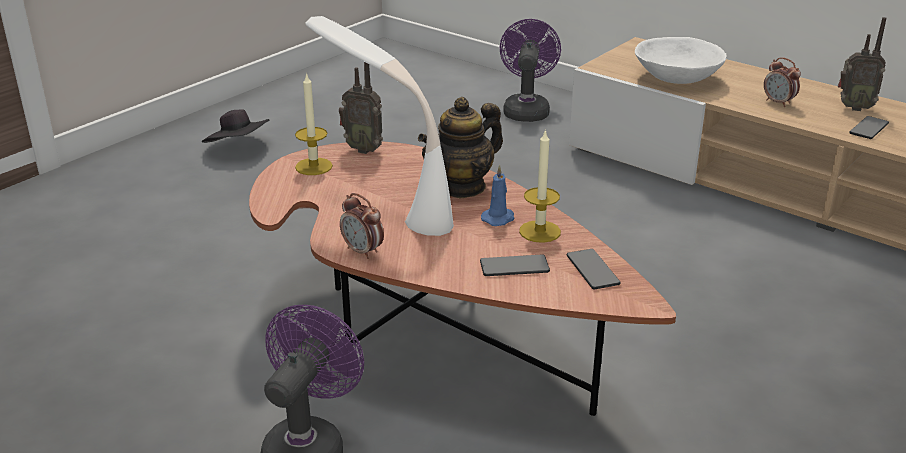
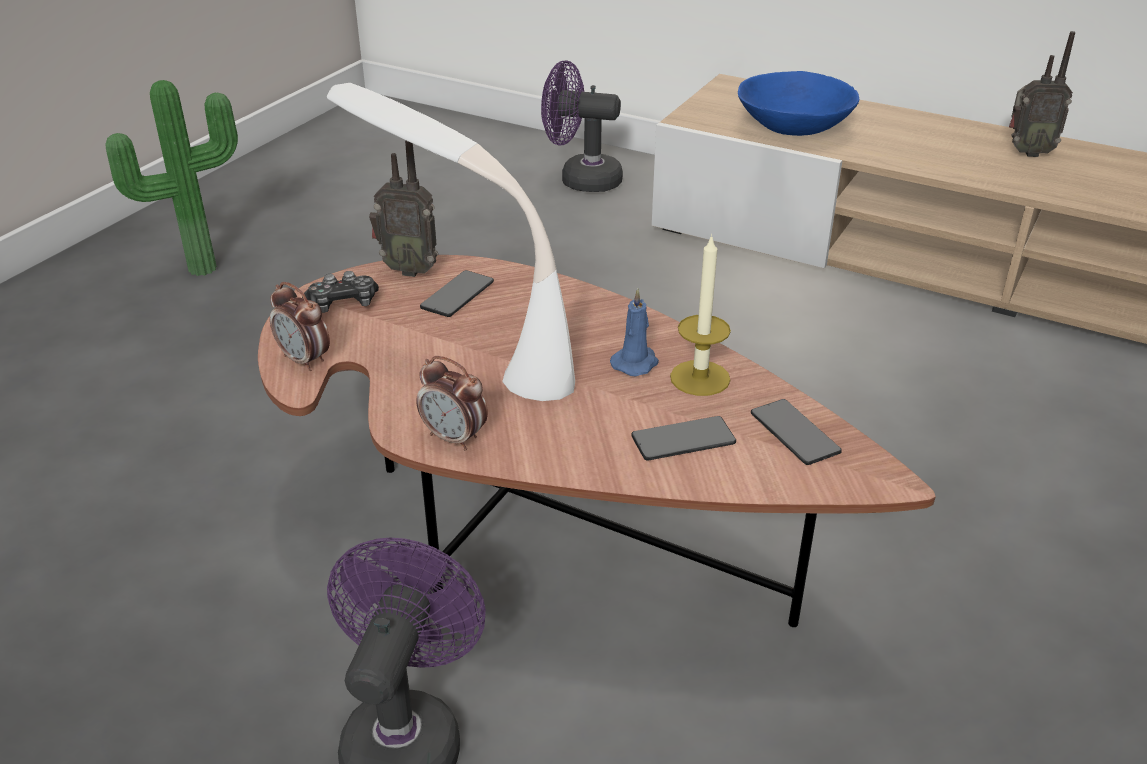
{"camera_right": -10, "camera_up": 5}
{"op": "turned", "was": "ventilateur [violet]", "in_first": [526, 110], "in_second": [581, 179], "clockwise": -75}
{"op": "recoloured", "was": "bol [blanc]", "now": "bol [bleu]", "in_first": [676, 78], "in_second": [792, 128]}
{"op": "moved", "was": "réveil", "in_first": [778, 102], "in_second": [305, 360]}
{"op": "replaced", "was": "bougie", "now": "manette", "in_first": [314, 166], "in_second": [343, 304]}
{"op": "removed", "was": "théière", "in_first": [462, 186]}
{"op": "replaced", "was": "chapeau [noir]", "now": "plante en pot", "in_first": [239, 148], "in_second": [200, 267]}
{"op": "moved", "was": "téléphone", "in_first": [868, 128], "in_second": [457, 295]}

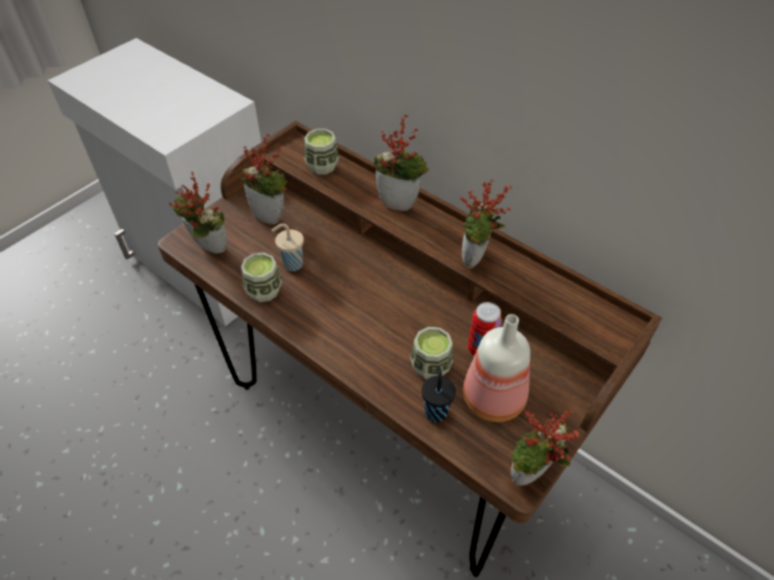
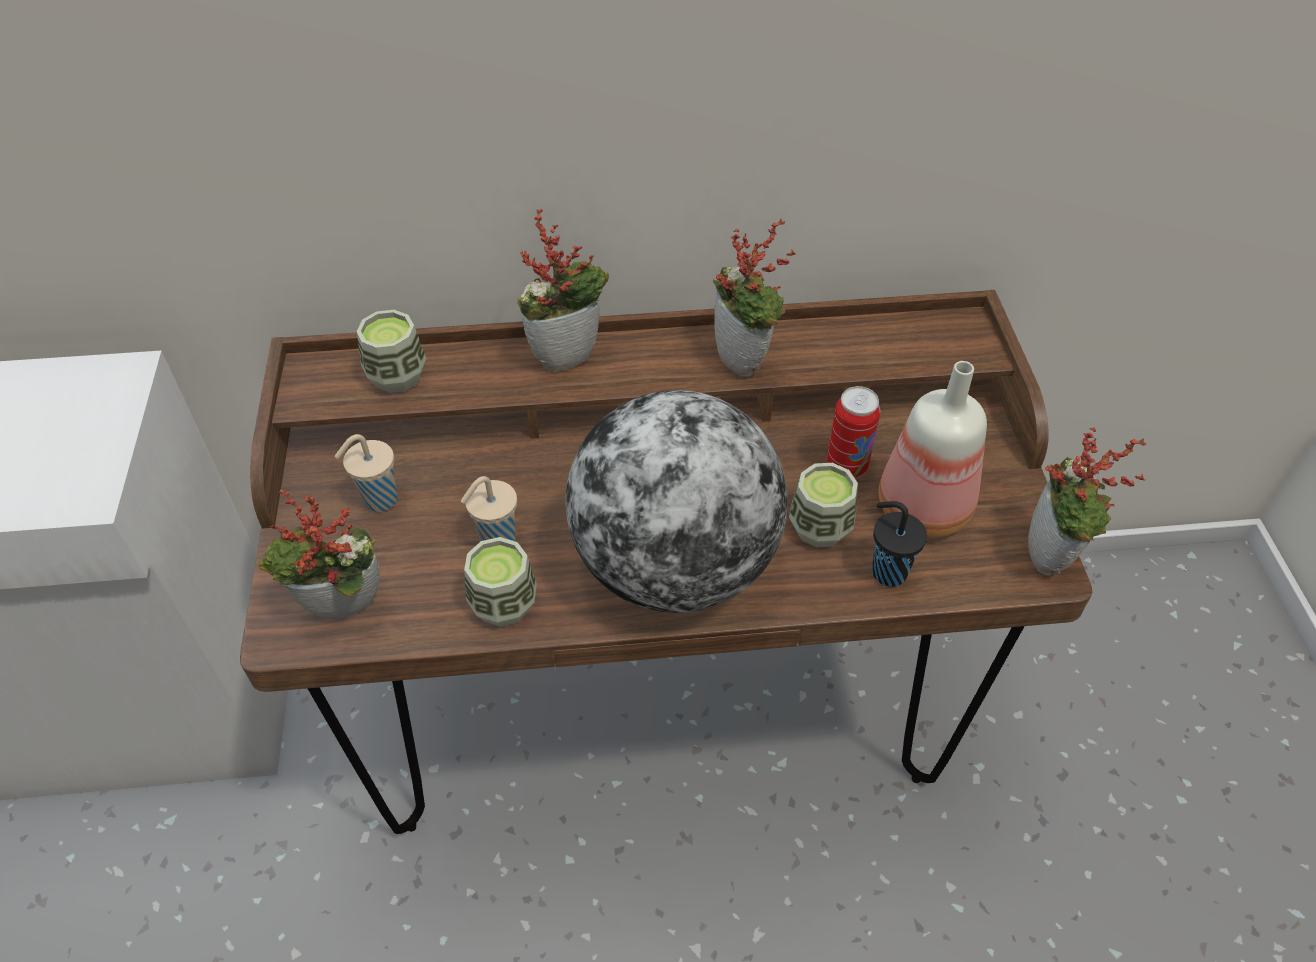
{"camera_right": -45, "camera_up": 0}
{"op": "replaced", "was": "plante en pot", "now": "tasse [beige]", "in_first": [271, 216], "in_second": [378, 500]}
{"op": "added", "now": "globe", "in_second": [675, 566]}

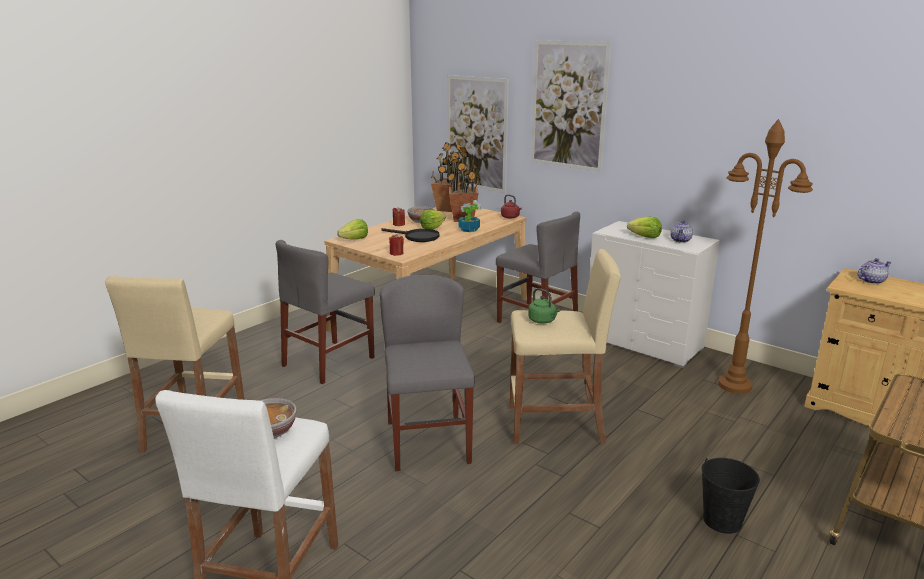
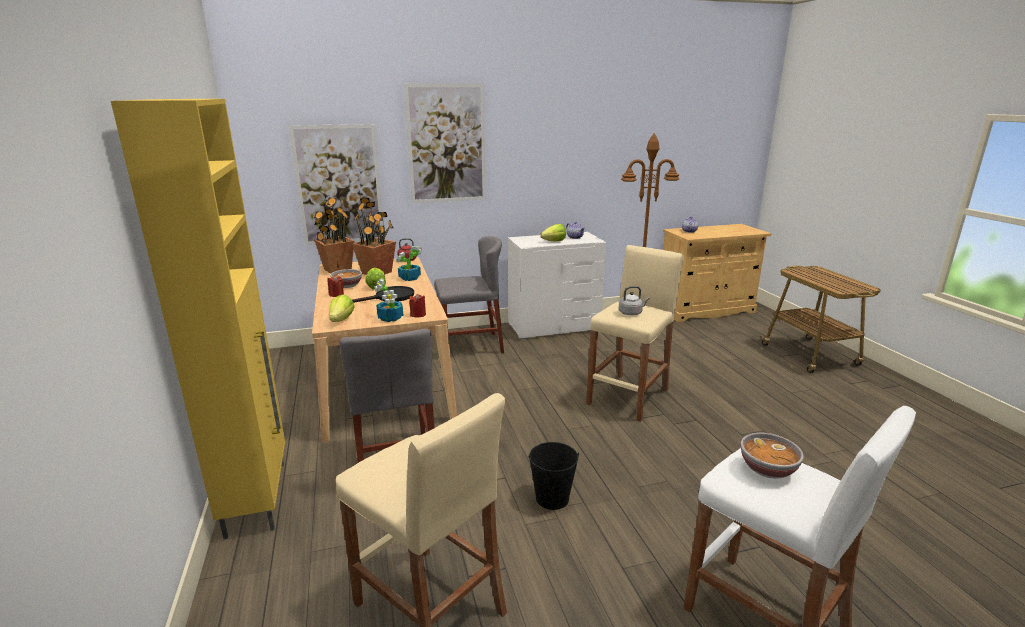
{"camera_right": -55, "camera_up": 0}
{"op": "removed", "was": "chaise [gris]", "in_first": [428, 442]}
{"op": "recoloured", "was": "bouilloire [vert]", "now": "bouilloire [gris]", "in_first": [543, 321], "in_second": [631, 313]}
{"op": "moved", "was": "seau [noir]", "in_first": [722, 520], "in_second": [552, 498]}
{"op": "added", "now": "meuble de rangement [jaune]", "in_second": [258, 497]}
{"op": "added", "now": "plante en pot", "in_second": [390, 318]}

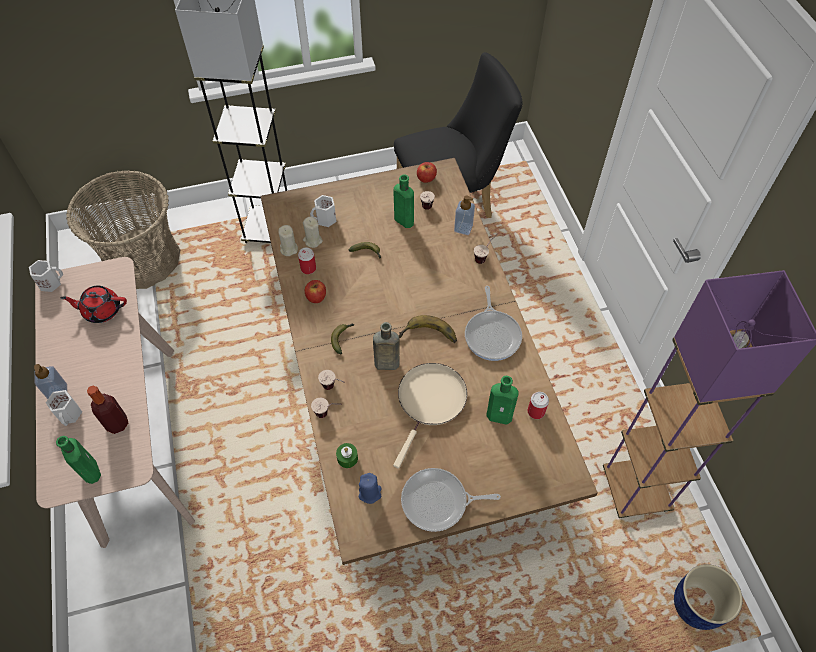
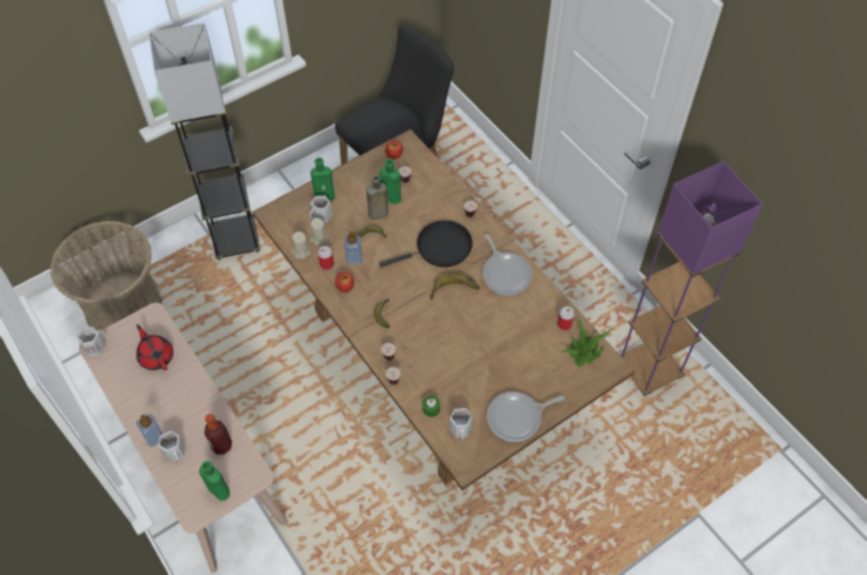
{"camera_right": -20, "camera_up": 0}
{"op": "moved", "was": "distributeur de savon", "in_first": [463, 228], "in_second": [354, 258]}
{"op": "turned", "was": "théière [rouge]", "in_first": [101, 310], "in_second": [156, 356], "clockwise": 75}
{"op": "moved", "was": "bouteille [marron]", "in_first": [385, 364], "in_second": [376, 214]}
{"op": "removed", "was": "poêle [beige]", "in_first": [430, 401]}
{"op": "moved", "was": "bouteille [vert]", "in_first": [501, 416], "in_second": [326, 197]}
{"op": "replaced", "was": "bougie [bleu]", "now": "mug [blanc]", "in_first": [370, 493], "in_second": [461, 429]}
{"op": "removed", "was": "cache-pot [bleu]", "in_first": [696, 606]}
{"op": "added", "now": "poêle [noir]", "in_second": [440, 248]}
{"op": "added", "now": "plante en pot", "in_second": [585, 351]}

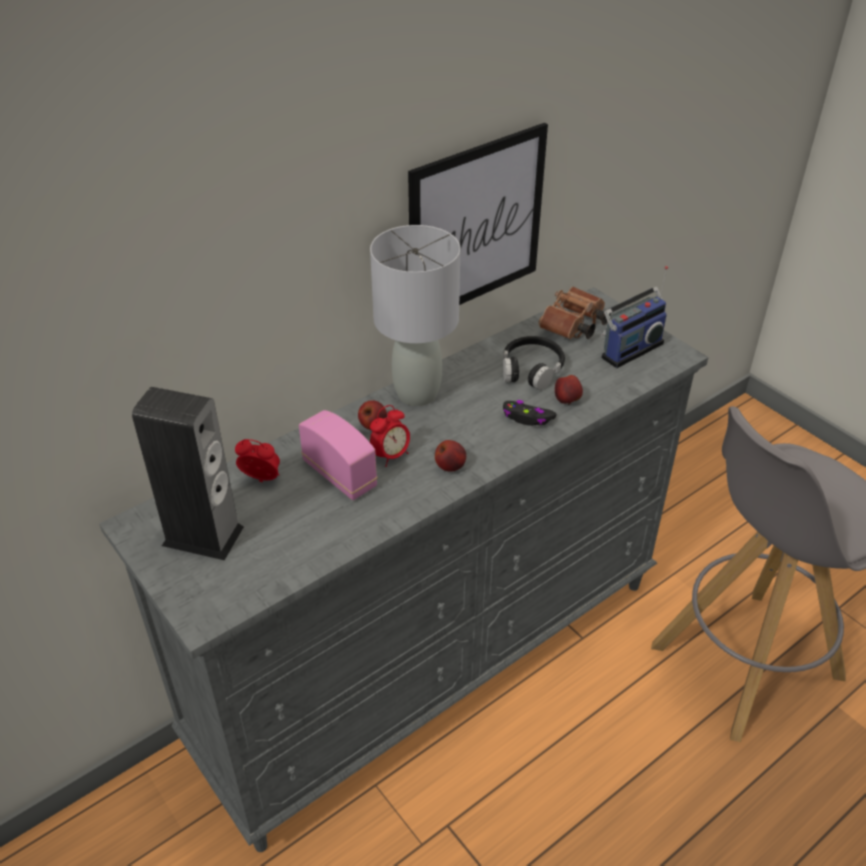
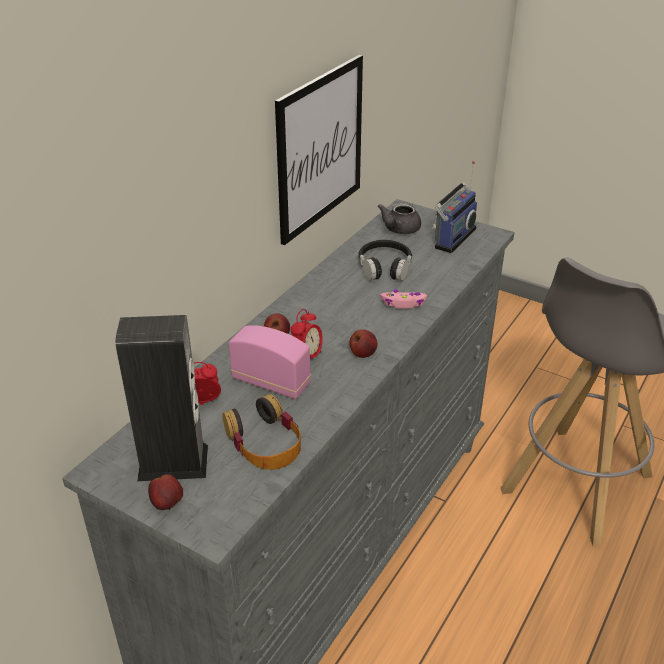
{"camera_right": -20, "camera_up": -5}
{"op": "removed", "was": "lampe de table [gris]", "in_first": [418, 394]}
{"op": "replaced", "was": "jumelles [marron]", "now": "théière [gris]", "in_first": [573, 327], "in_second": [398, 230]}
{"op": "moved", "was": "pomme", "in_first": [567, 401], "in_second": [167, 504]}
{"op": "recoloured", "was": "manette [noir]", "now": "manette [rose]", "in_first": [527, 418], "in_second": [403, 303]}
{"op": "added", "now": "casque audio", "in_second": [265, 442]}

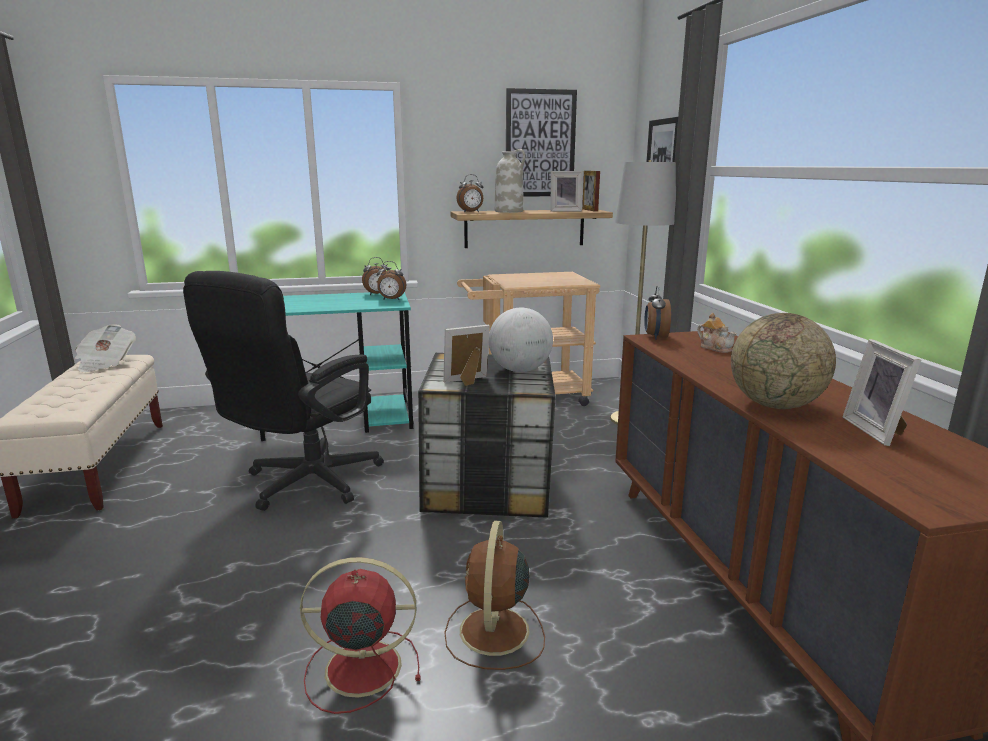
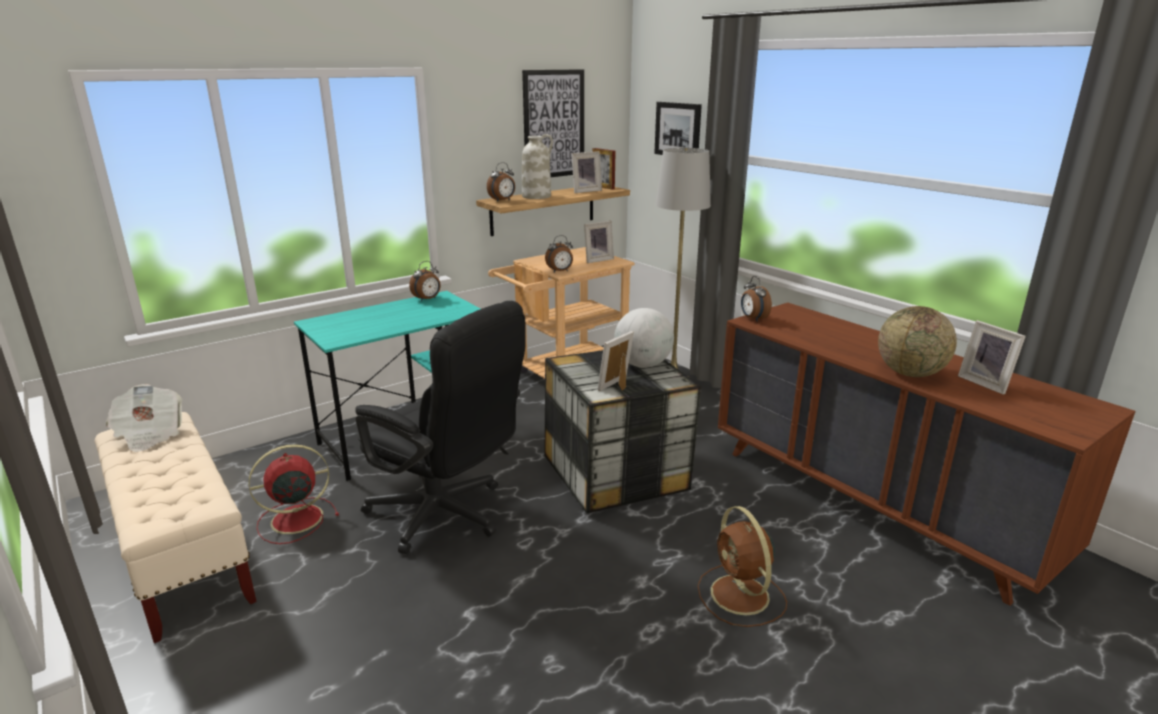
{"camera_right": -25, "camera_up": 5}
{"op": "moved", "was": "réveil", "in_first": [391, 299], "in_second": [560, 271]}
{"op": "turned", "was": "chaise de bureau [noir]", "in_first": [303, 485], "in_second": [447, 516], "clockwise": -60}
{"op": "removed", "was": "théière", "in_first": [715, 348]}
{"op": "moved", "was": "ventilateur [rouge]", "in_first": [359, 668], "in_second": [294, 520]}
{"op": "added", "now": "cadre photo", "in_second": [597, 259]}

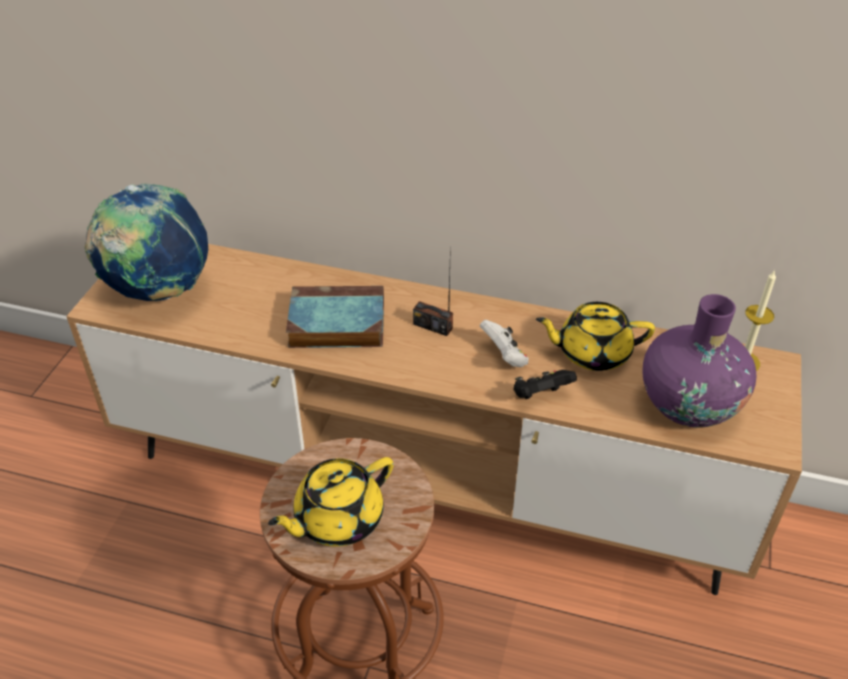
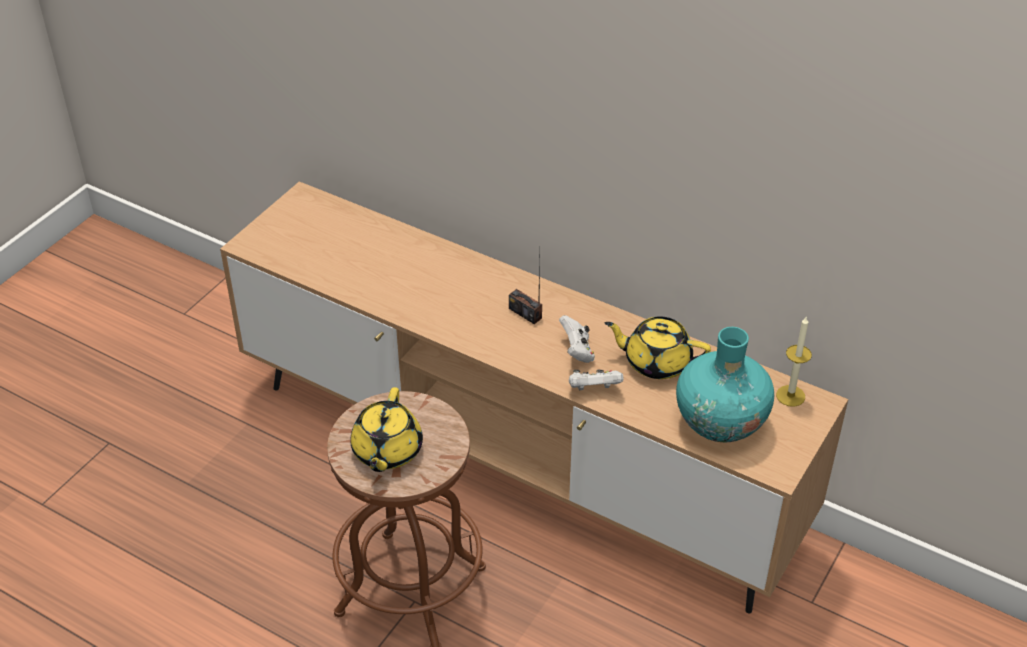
{"camera_right": 15, "camera_up": 0}
{"op": "removed", "was": "globe", "in_first": [159, 291]}
{"op": "removed", "was": "livre", "in_first": [334, 324]}
{"op": "recoloured", "was": "vase [violet]", "now": "vase [turquoise]", "in_first": [689, 405], "in_second": [720, 422]}
{"op": "recoloured", "was": "manette [noir]", "now": "manette [blanc]", "in_first": [540, 395], "in_second": [594, 390]}
{"op": "turned", "was": "théière [jaune]", "in_first": [337, 519], "in_second": [386, 451], "clockwise": -60}

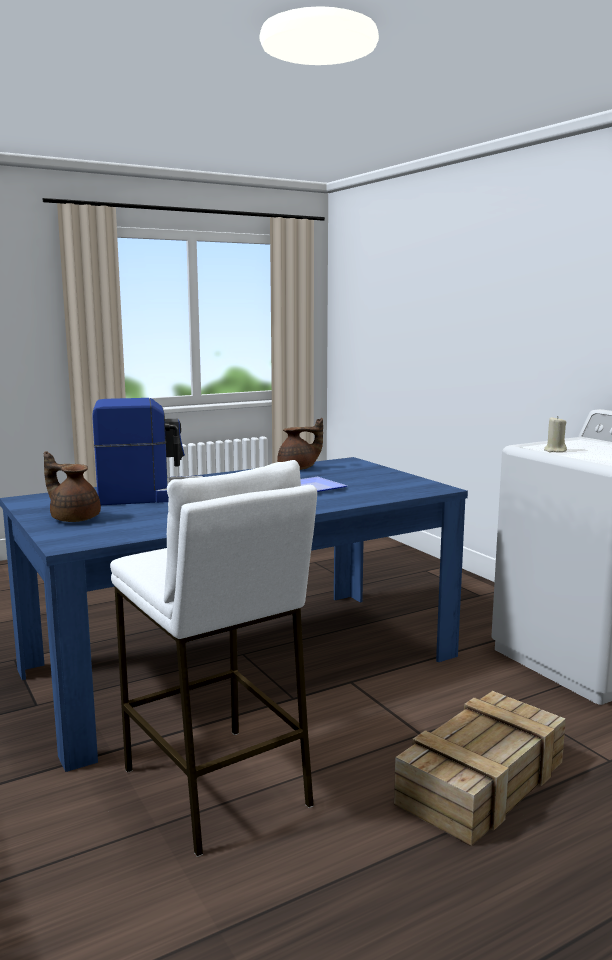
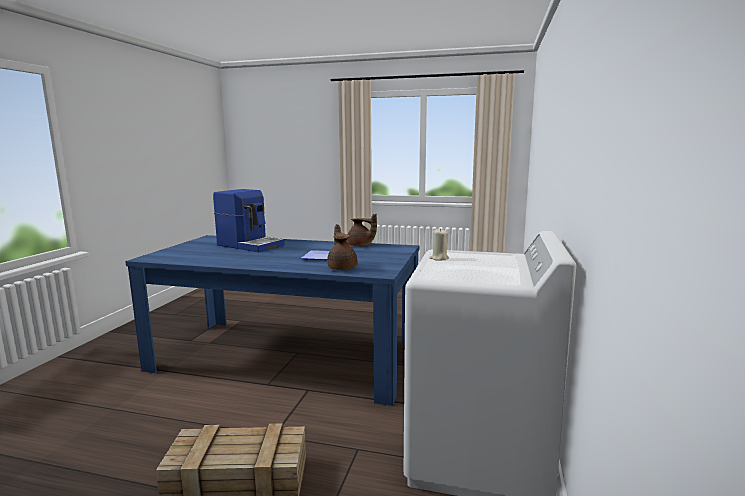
{"camera_right": 45, "camera_up": 0}
{"op": "moved", "was": "théière [marron]", "in_first": [74, 518], "in_second": [342, 267]}
{"op": "removed", "was": "tabouret [blanc]", "in_first": [216, 787]}

